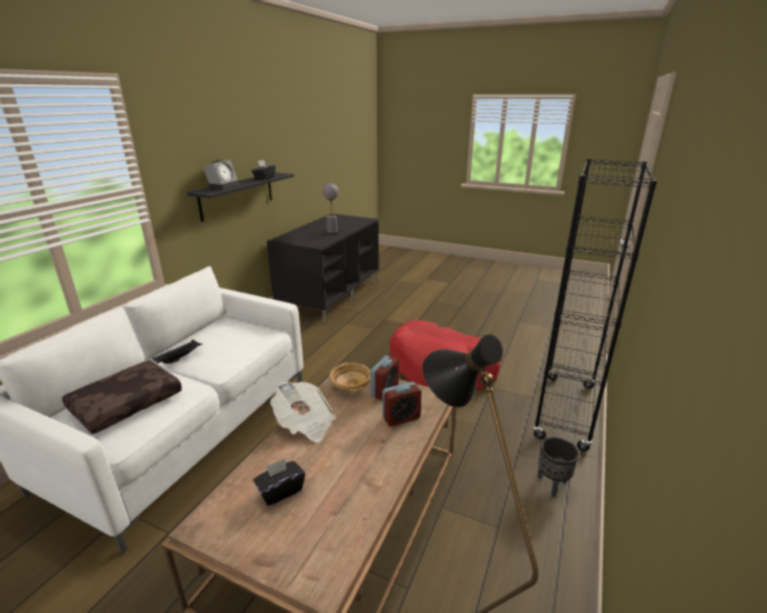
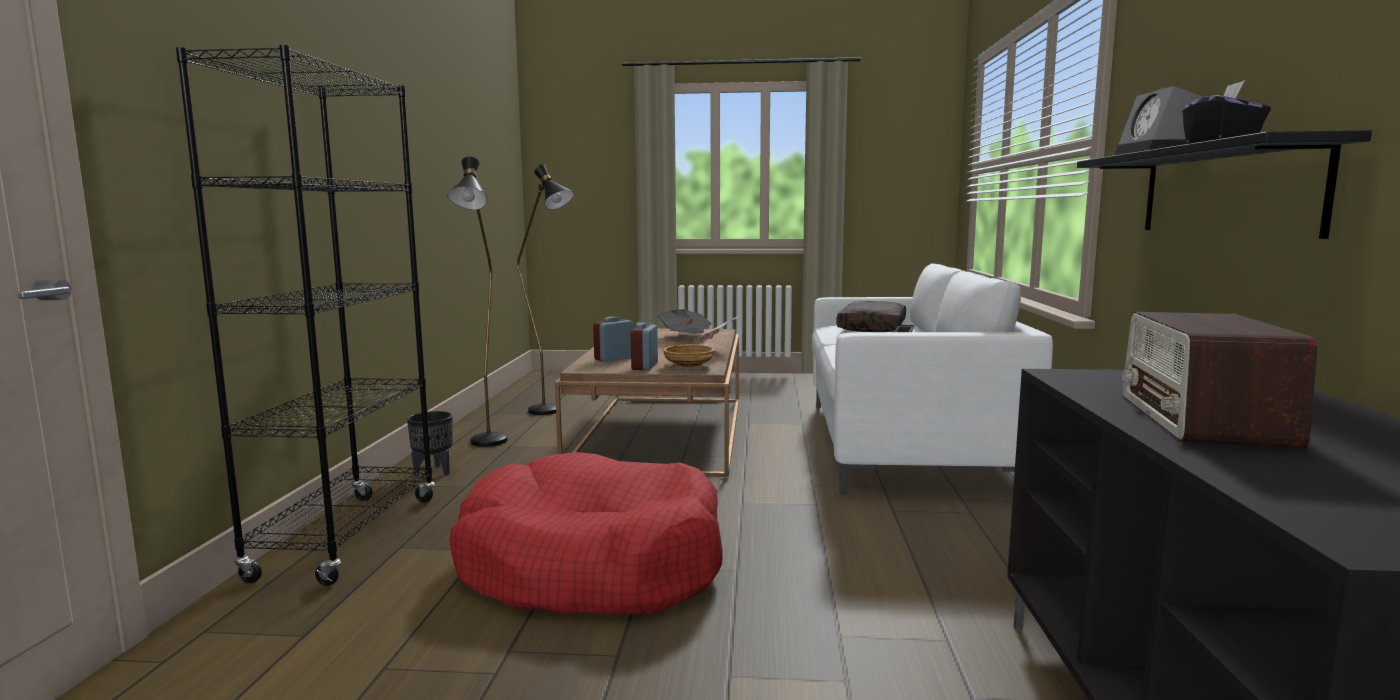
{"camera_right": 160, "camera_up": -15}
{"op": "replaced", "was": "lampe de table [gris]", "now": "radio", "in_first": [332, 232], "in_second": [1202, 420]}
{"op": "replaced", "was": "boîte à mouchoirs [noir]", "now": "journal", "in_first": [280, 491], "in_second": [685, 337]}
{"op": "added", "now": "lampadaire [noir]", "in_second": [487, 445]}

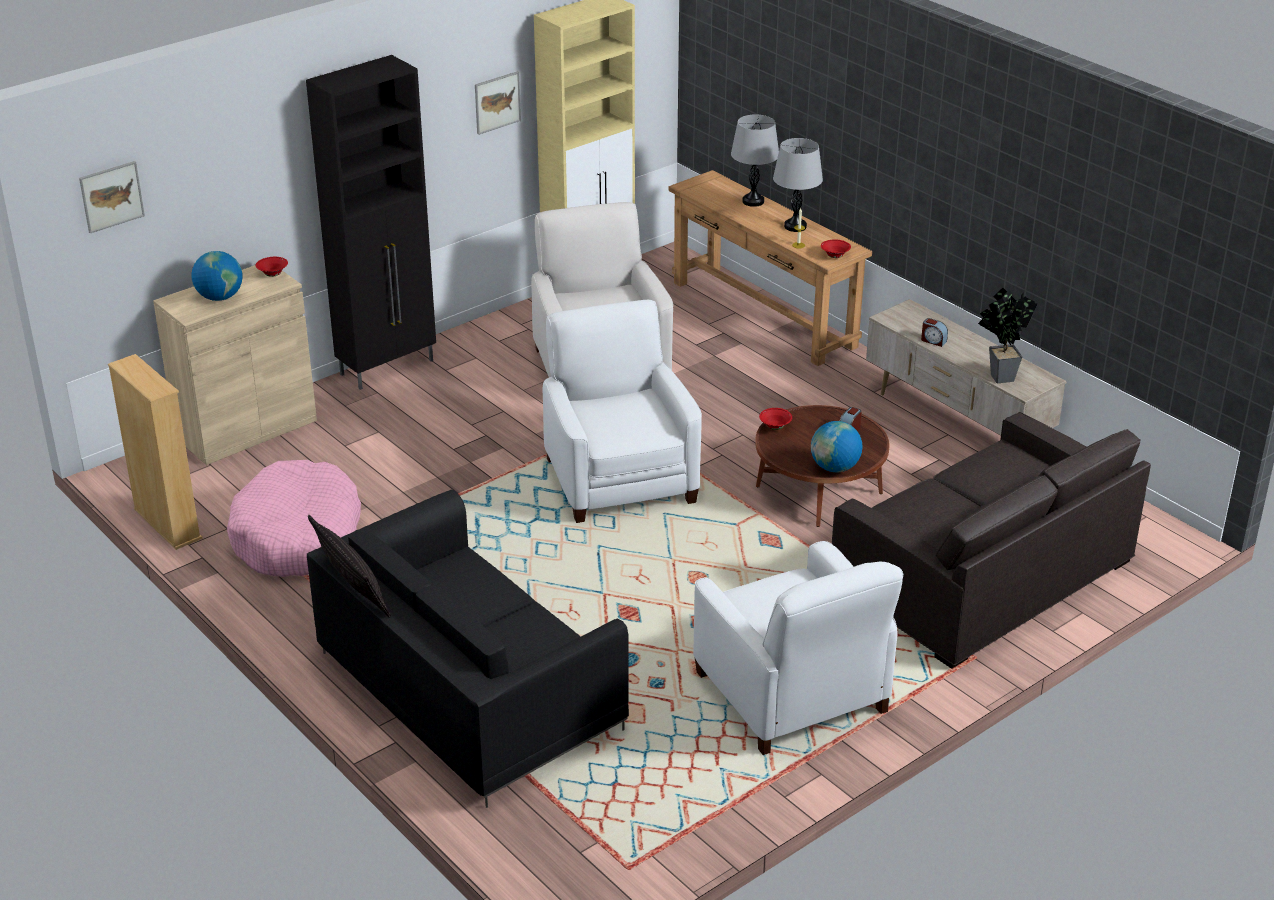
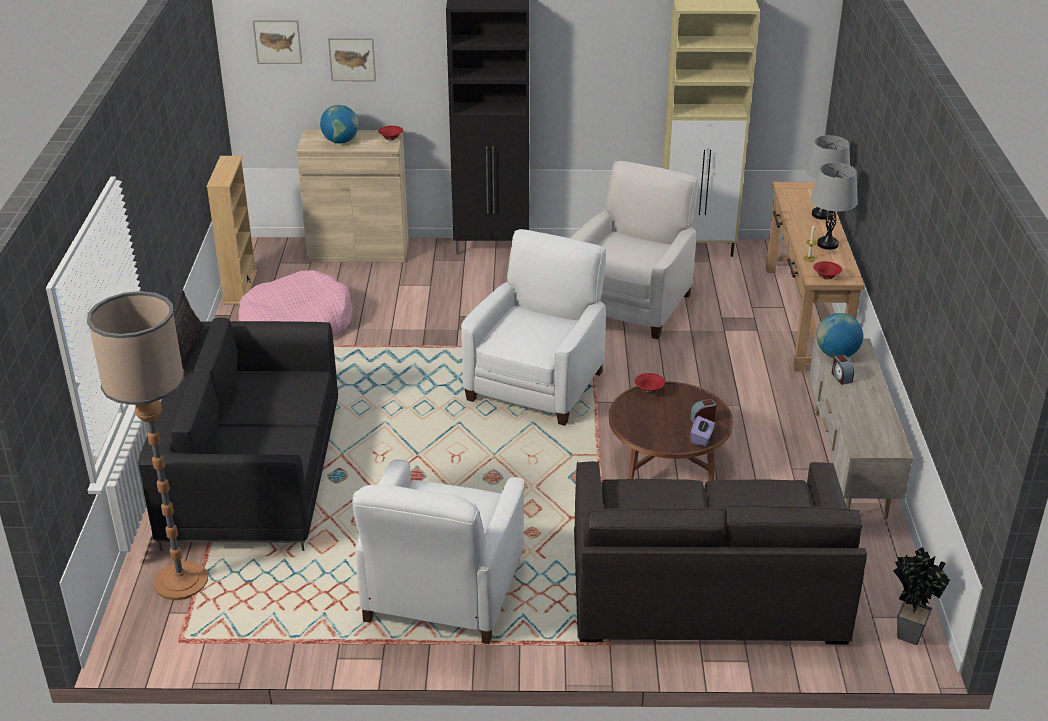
{"camera_right": 40, "camera_up": 0}
{"op": "moved", "was": "tableau", "in_first": [497, 102], "in_second": [352, 59]}
{"op": "moved", "was": "plante en pot", "in_first": [998, 377], "in_second": [906, 632]}
{"op": "moved", "was": "globe", "in_first": [835, 468], "in_second": [836, 355]}
{"op": "added", "now": "lampadaire", "in_second": [181, 581]}
{"op": "added", "now": "boîte à mouchoirs [violet]", "in_second": [701, 438]}

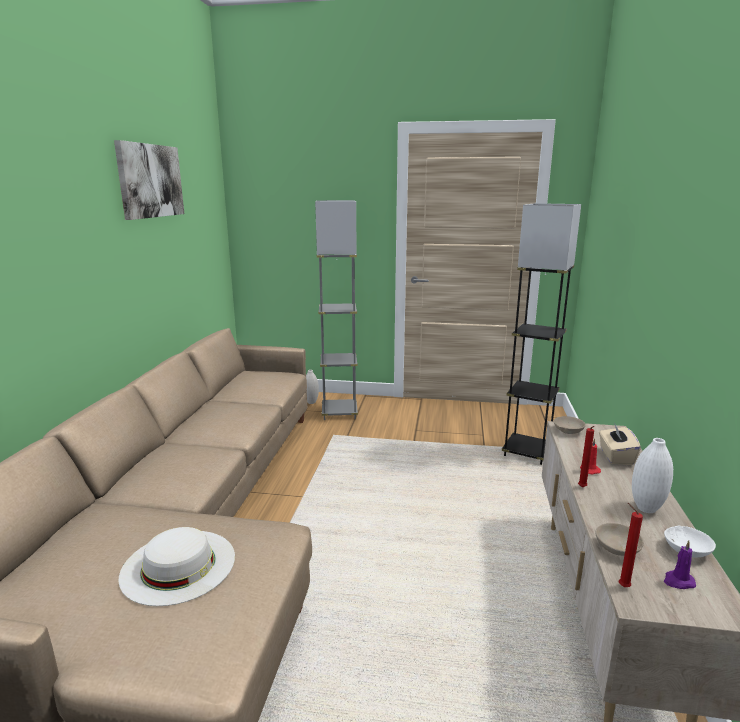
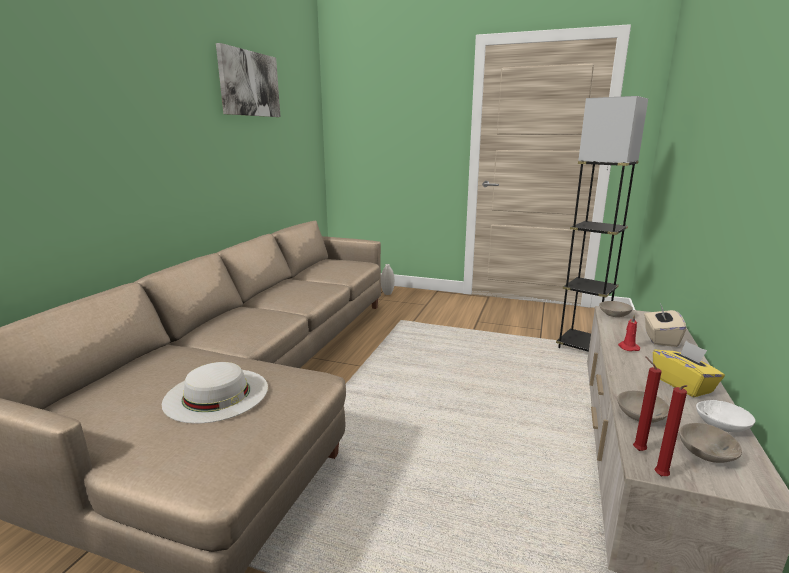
{"camera_right": 10, "camera_up": 0}
{"op": "removed", "was": "lampadaire [gris]", "in_first": [339, 413]}
{"op": "moved", "was": "bougie [rouge]", "in_first": [582, 488], "in_second": [661, 477]}
{"op": "replaced", "was": "vase [blanc]", "now": "boîte à mouchoirs [jaune]", "in_first": [646, 508], "in_second": [683, 384]}
{"op": "replaced", "was": "bougie [violet]", "now": "bol [beige]", "in_first": [678, 581], "in_second": [704, 452]}

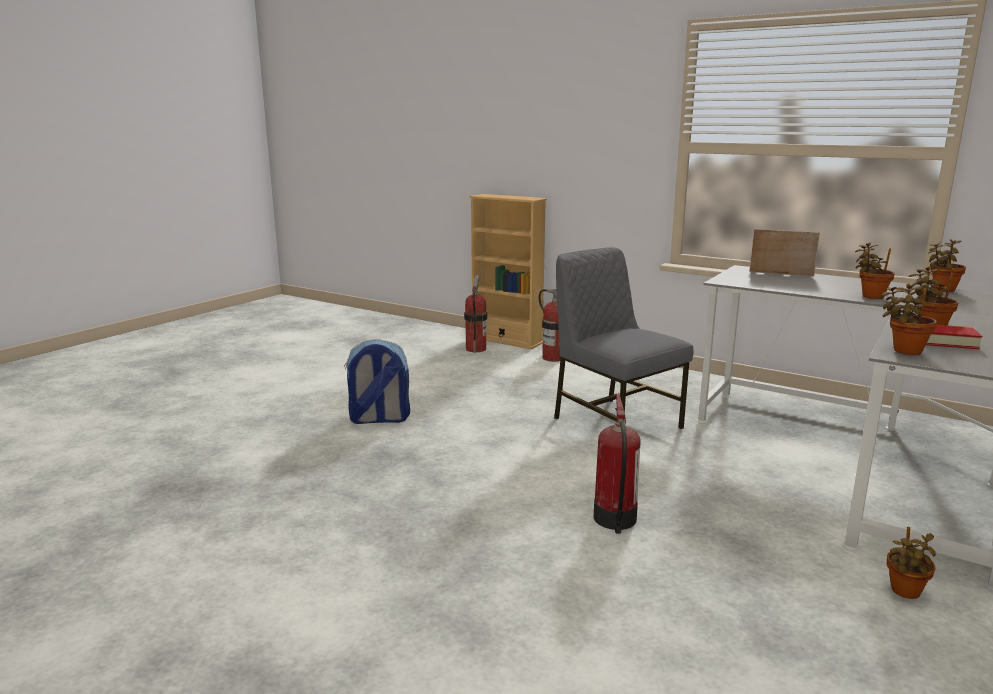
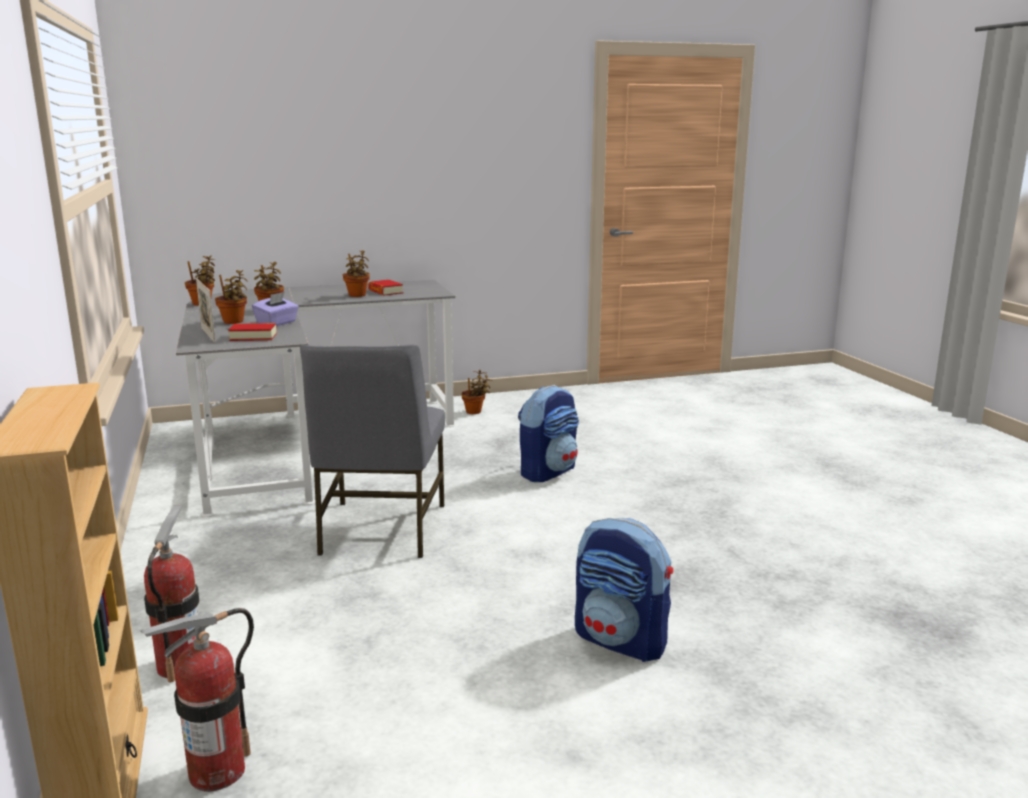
{"camera_right": -140, "camera_up": 0}
{"op": "moved", "was": "plante en pot", "in_first": [904, 351], "in_second": [234, 322]}
{"op": "replaced", "was": "extincteur", "now": "sac à dos", "in_first": [615, 520], "in_second": [548, 472]}
{"op": "added", "now": "boîte à mouchoirs [violet]", "in_second": [277, 323]}
{"op": "added", "now": "livre", "in_second": [253, 337]}

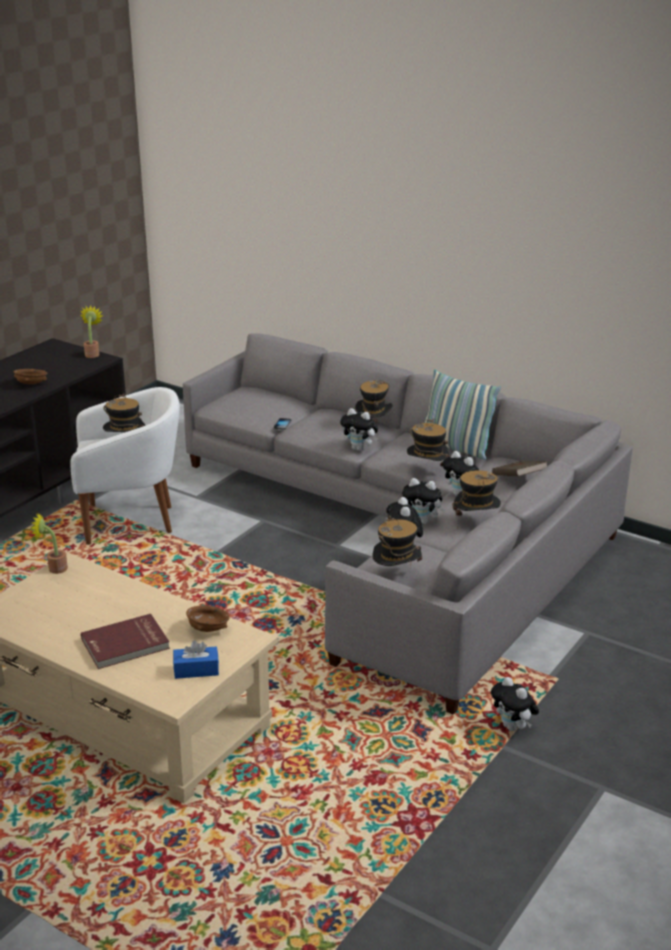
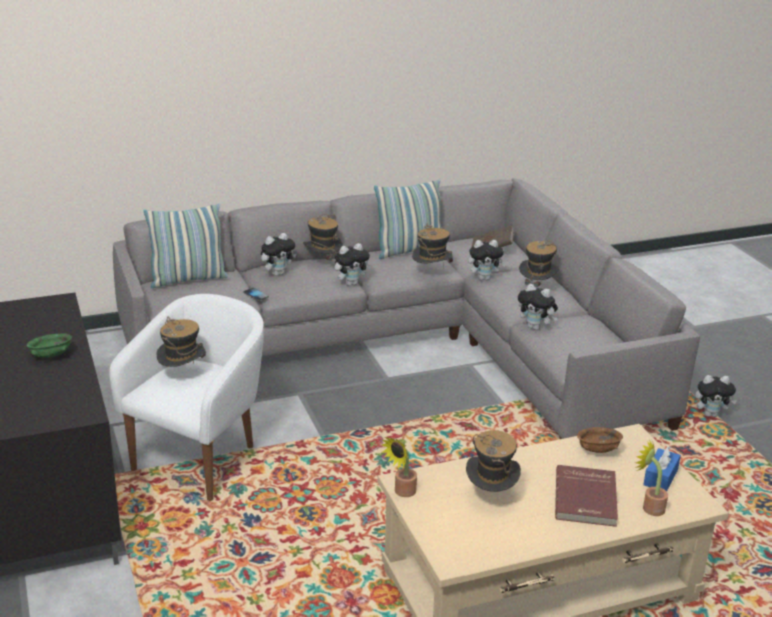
{"camera_right": -55, "camera_up": 0}
{"op": "moved", "was": "plante en pot", "in_first": [92, 354], "in_second": [649, 507]}
{"op": "recoloured", "was": "bol [marron]", "now": "bol [vert]", "in_first": [31, 384], "in_second": [52, 355]}
{"op": "moved", "was": "peluche", "in_first": [422, 522], "in_second": [278, 273]}
{"op": "moved", "was": "chapeau", "in_first": [396, 576], "in_second": [490, 496]}
{"op": "added", "now": "coussin", "in_second": [188, 279]}

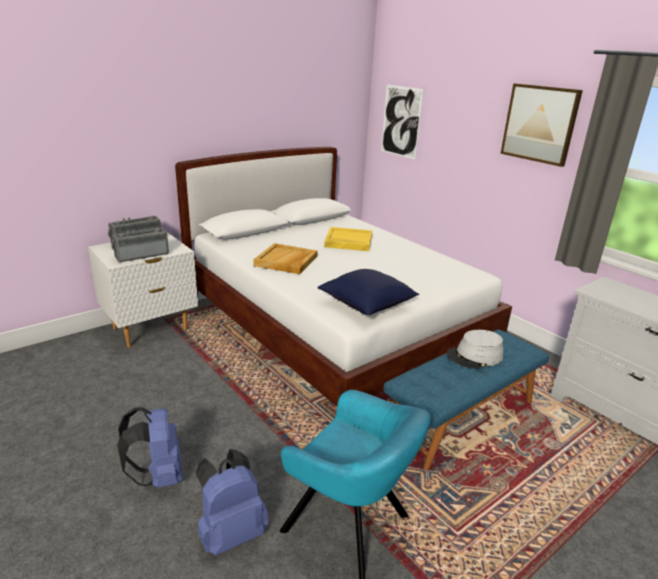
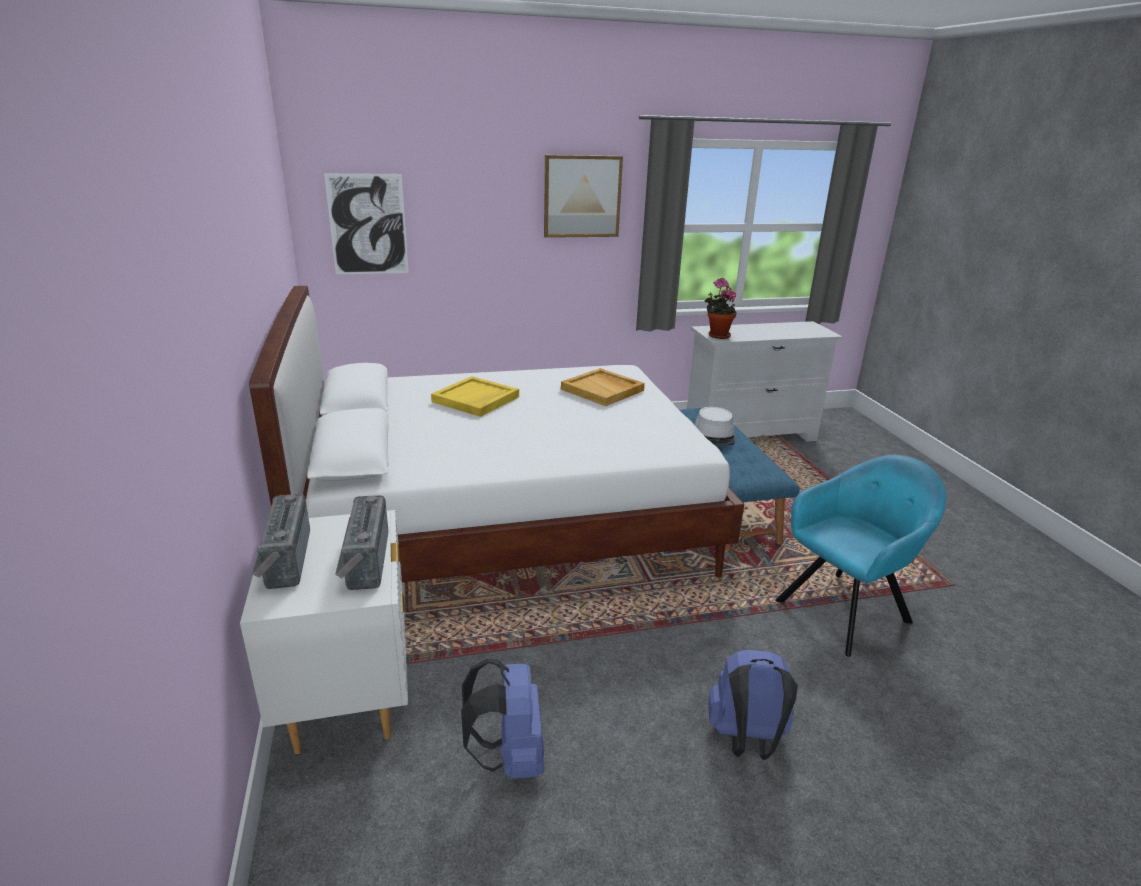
{"camera_right": -65, "camera_up": 0}
{"op": "moved", "was": "plateau [beige]", "in_first": [286, 261], "in_second": [603, 390]}
{"op": "removed", "was": "coussin [bleu]", "in_first": [367, 305]}
{"op": "moved", "was": "sac à dos [bleu]", "in_first": [231, 533], "in_second": [509, 757]}
{"op": "added", "now": "plante en pot", "in_second": [717, 335]}

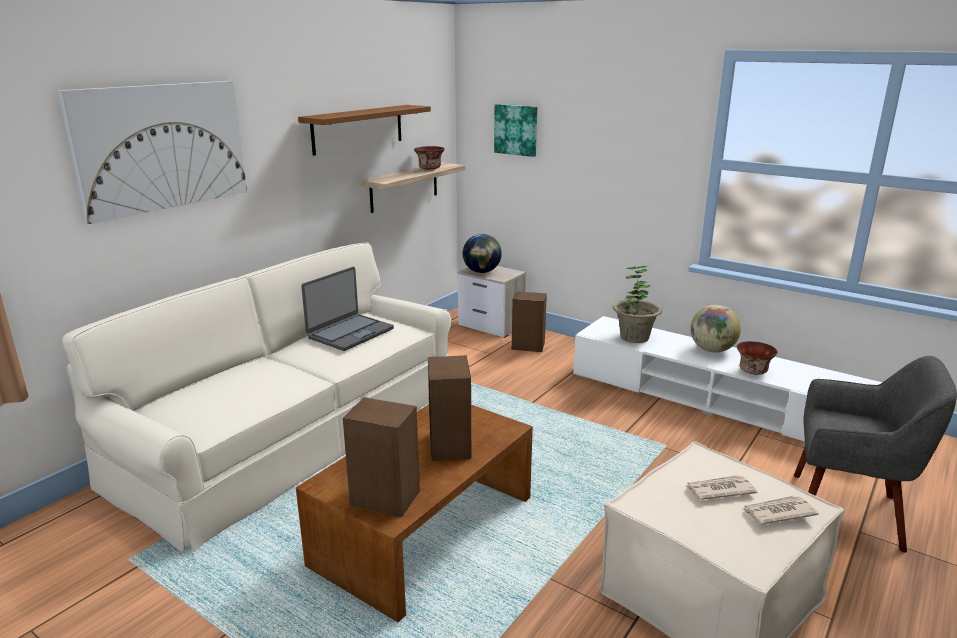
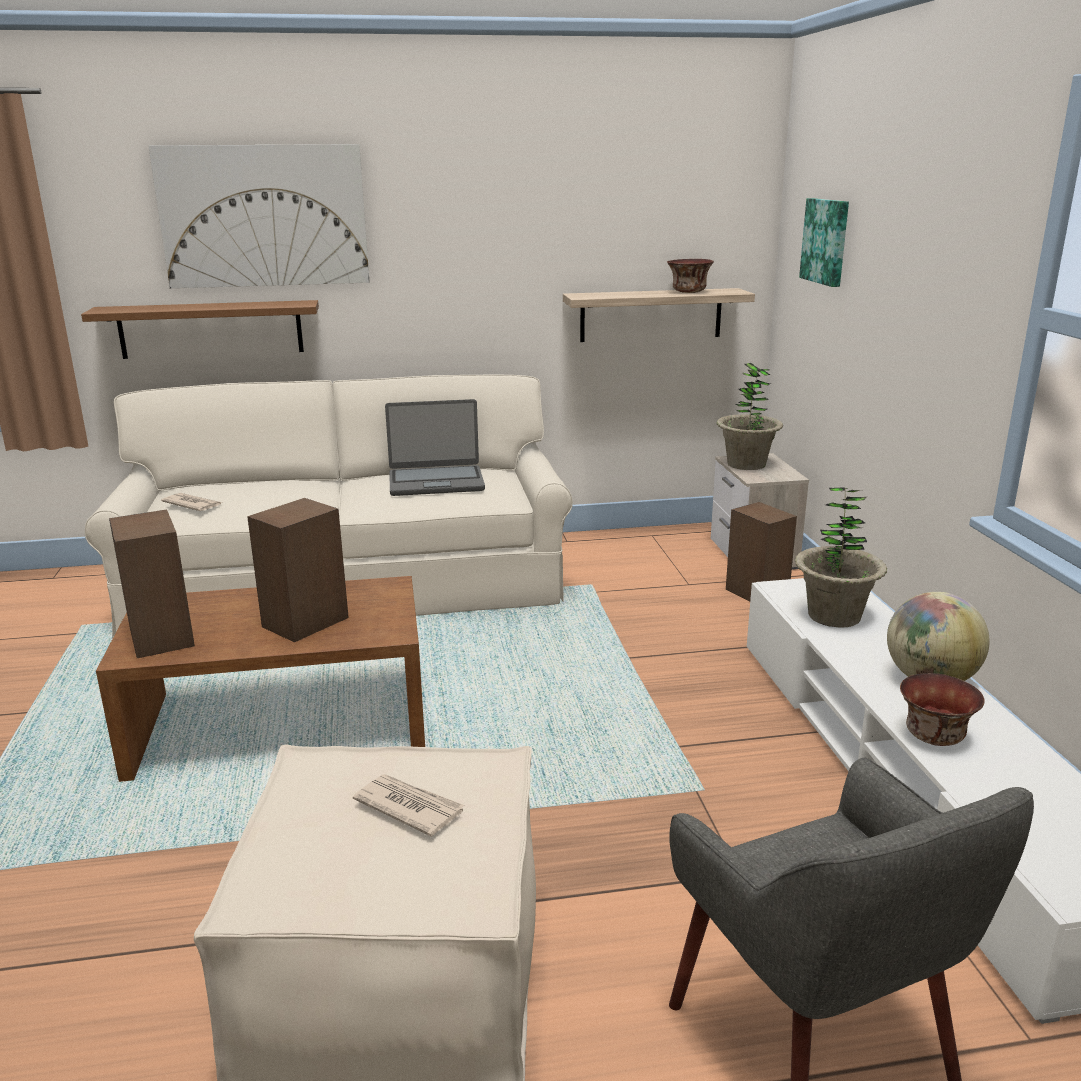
{"camera_right": 45, "camera_up": 0}
{"op": "moved", "was": "étagère [marron]", "in_first": [358, 129], "in_second": [211, 329]}
{"op": "replaced", "was": "globe", "now": "plante en pot", "in_first": [482, 272], "in_second": [746, 464]}
{"op": "moved", "was": "journal", "in_first": [777, 512], "in_second": [192, 504]}

